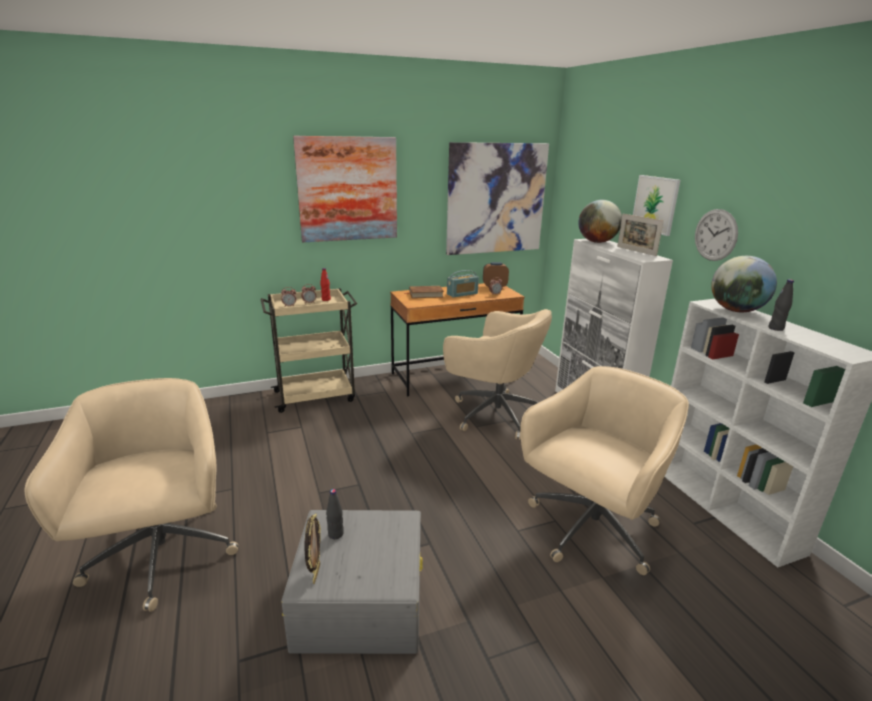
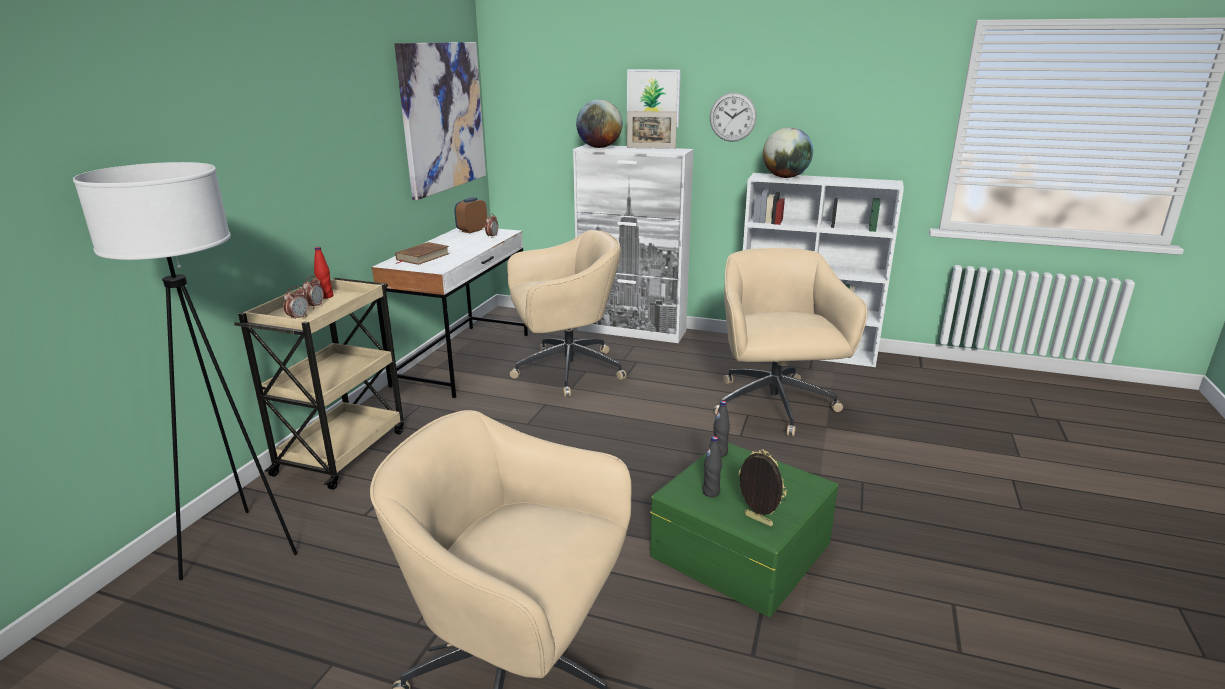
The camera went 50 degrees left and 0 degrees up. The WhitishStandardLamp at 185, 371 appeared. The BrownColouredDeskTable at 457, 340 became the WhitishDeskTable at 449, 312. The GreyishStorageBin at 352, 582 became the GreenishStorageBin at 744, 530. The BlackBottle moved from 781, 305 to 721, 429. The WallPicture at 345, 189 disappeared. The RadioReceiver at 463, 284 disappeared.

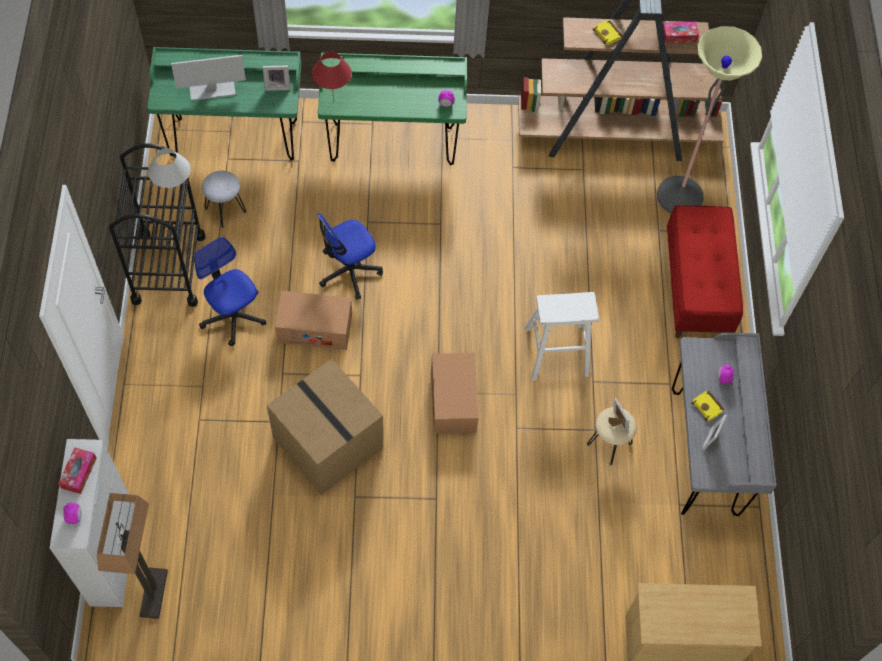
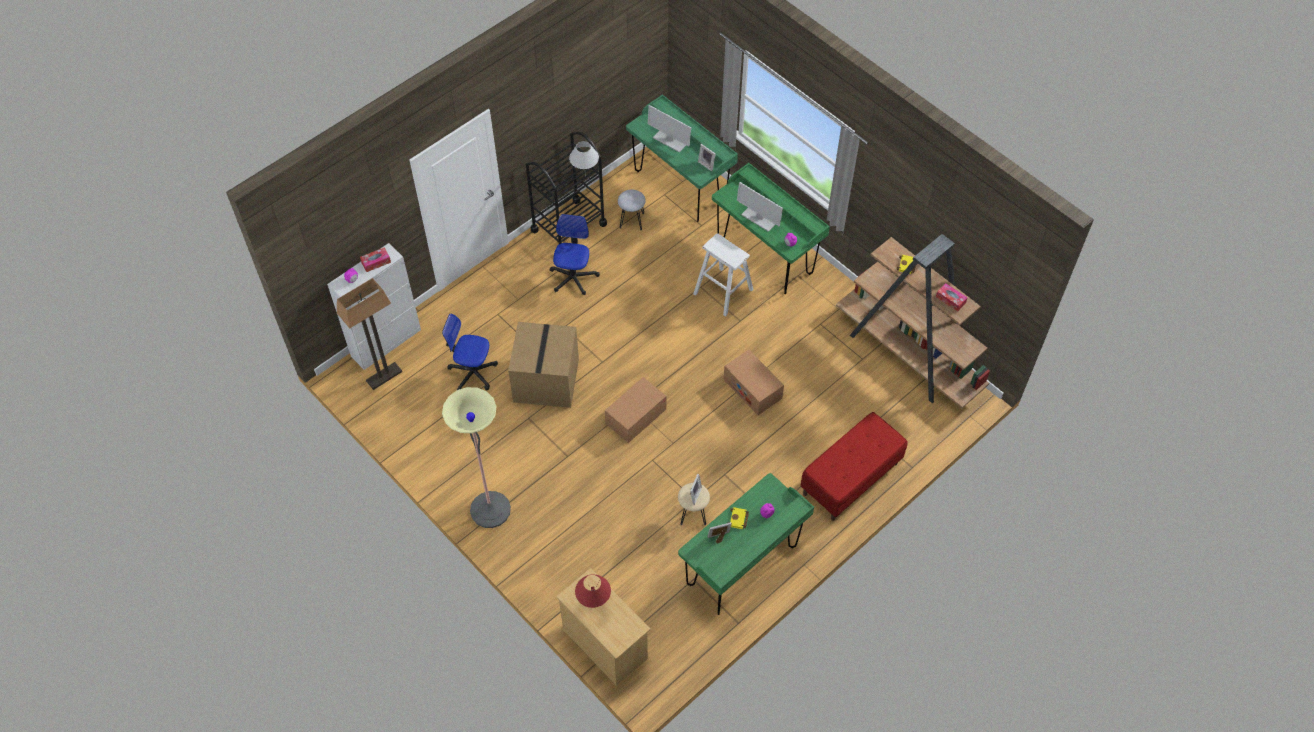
The camera went 50 degrees right and 5 degrees down. The OfficeChair moved from 350, 256 to 470, 352. The StandardLamp moved from 709, 119 to 476, 457. The RedColouredLampForATable moved from 332, 75 to 593, 591. The GreyishDeskTable at 724, 424 became the GreenishDeskTable at 746, 544. The WhitishStoolSeat moved from 562, 336 to 723, 275. The CardboardBox moved from 313, 320 to 753, 382. The Monitor at 760, 207 appeared.

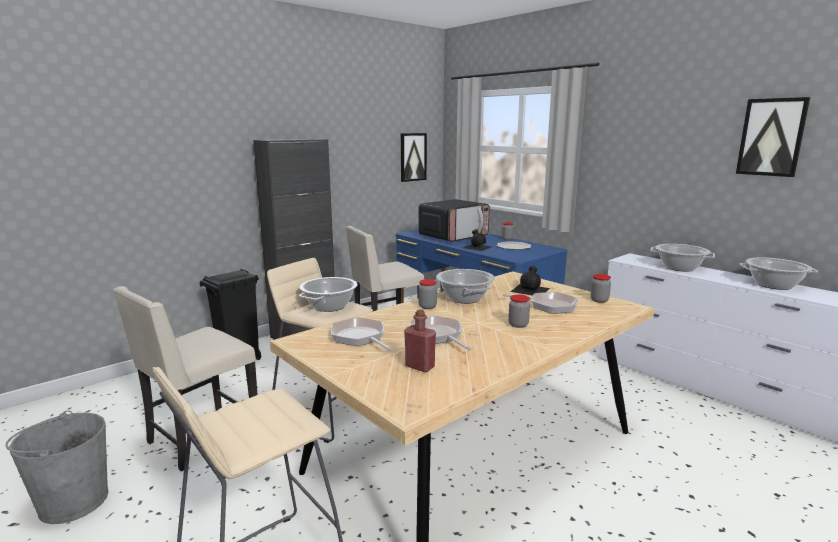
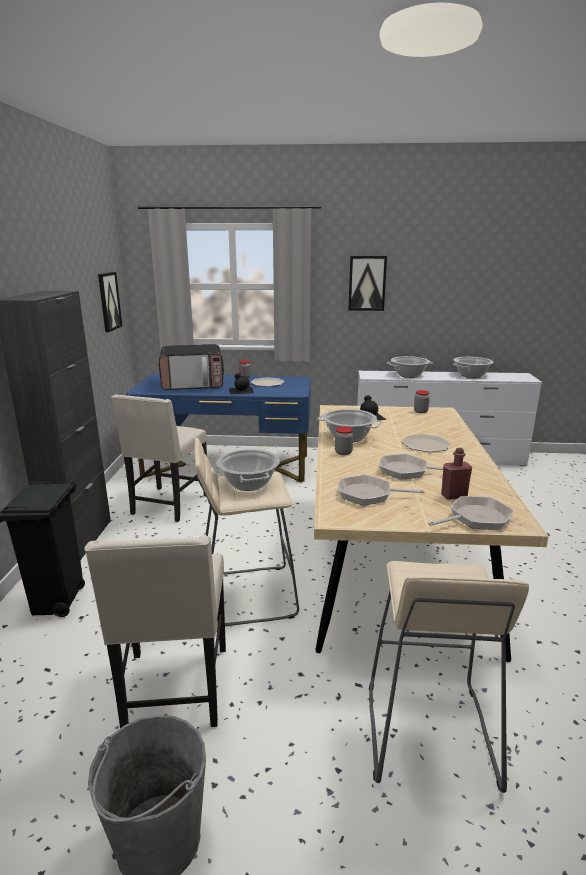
The camera went 45 degrees left and 5 degrees up. The KitchenMicrowave at 454, 220 turned 75 degrees clockwise. The WallPicture moved from 773, 137 to 367, 283. The Jar at 519, 311 was replaced by the FlatDish at 426, 443. The Pan moved from 540, 302 to 471, 513.

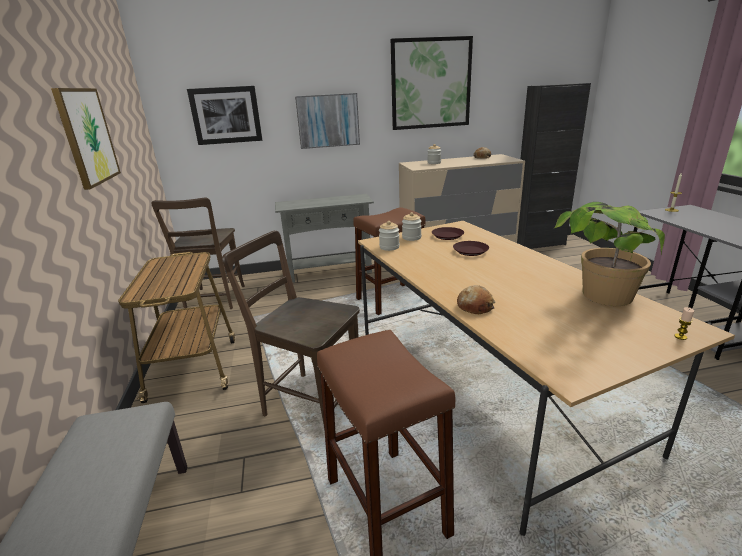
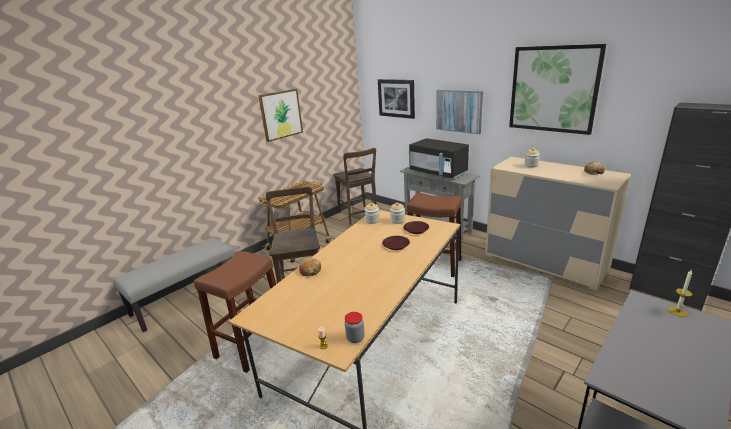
The camera went 55 degrees right and 0 degrees up. The BrownColouredUprightChair at 198, 253 turned 75 degrees counterclockwise. The Jar at 355, 327 appeared. The BlackKitchenMicrowave at 439, 158 appeared. The Houseplant at 609, 254 disappeared.

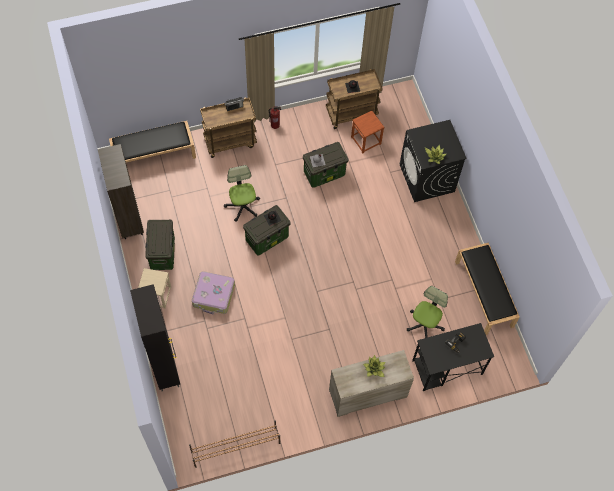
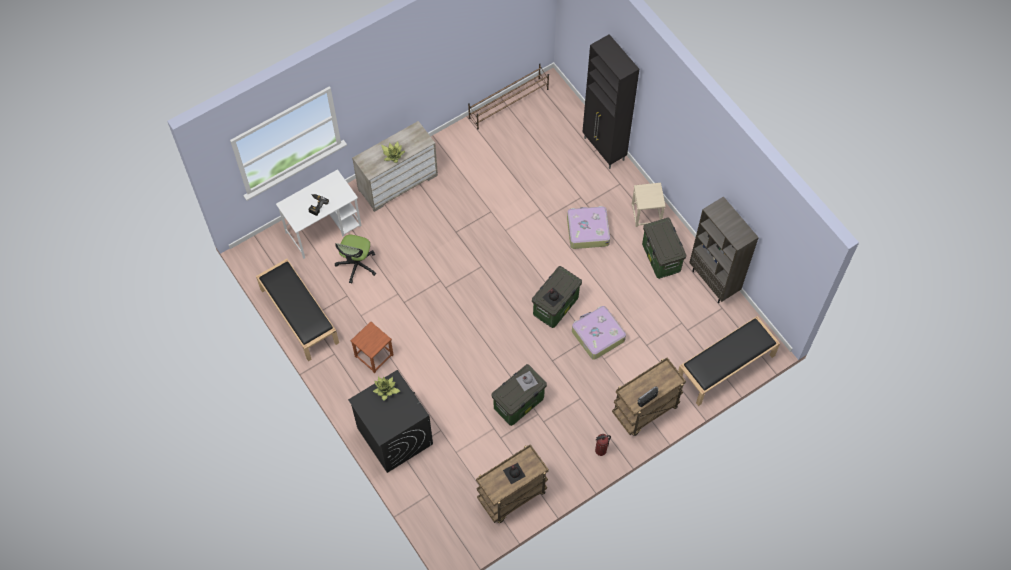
The camera went 165 degrees right and 0 degrees up. The BlackDeskTable at 453, 357 became the WhitishDeskTable at 319, 214. The BrownColouredStoolSeat moved from 368, 132 to 372, 347. The OfficeChair at 242, 193 was replaced by the TravelCase at 599, 333.

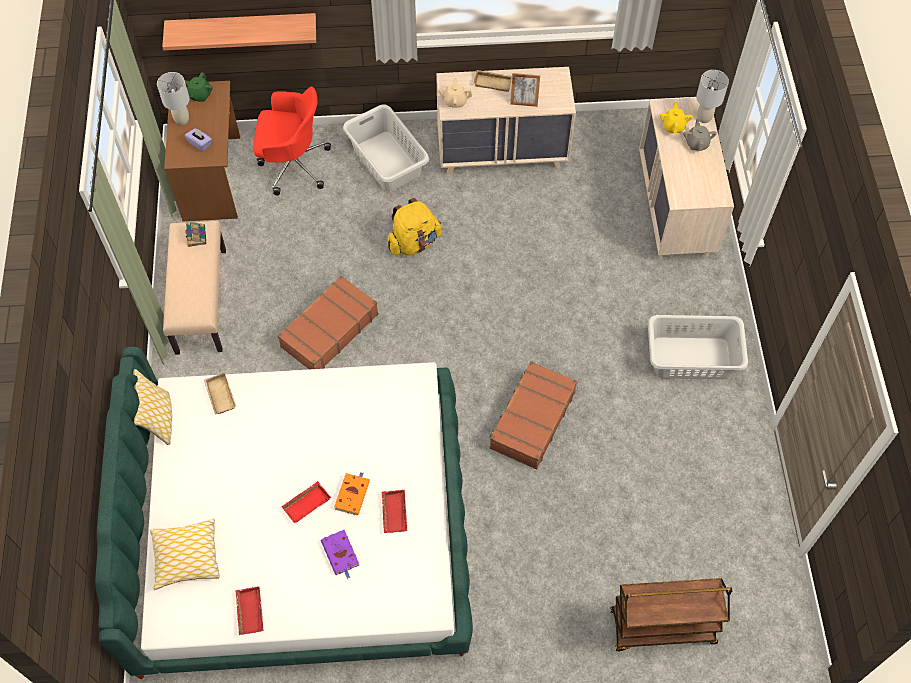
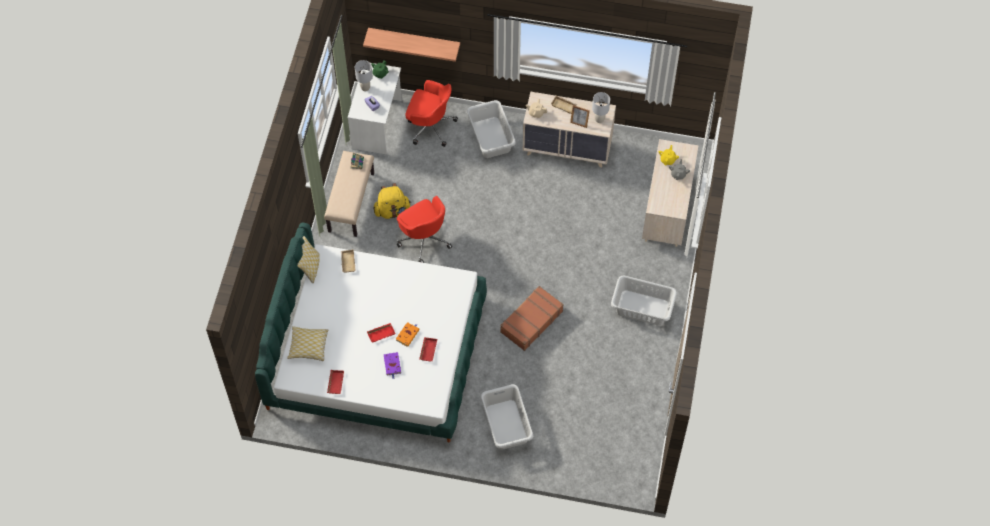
The camera went 15 degrees right and 0 degrees up. The BrownColouredDeskTable at 202, 151 became the WhitishDeskTable at 375, 108. The YellowishRucksack moved from 414, 227 to 392, 201. The BrownColouredTravelCase at 327, 322 was replaced by the RedColouredOfficeChair at 424, 229. The GreyishHamper at 507, 417 appeared. The GreyishLampForATable moved from 712, 96 to 601, 107. The BrownColouredWheeledCart at 671, 615 disappeared.

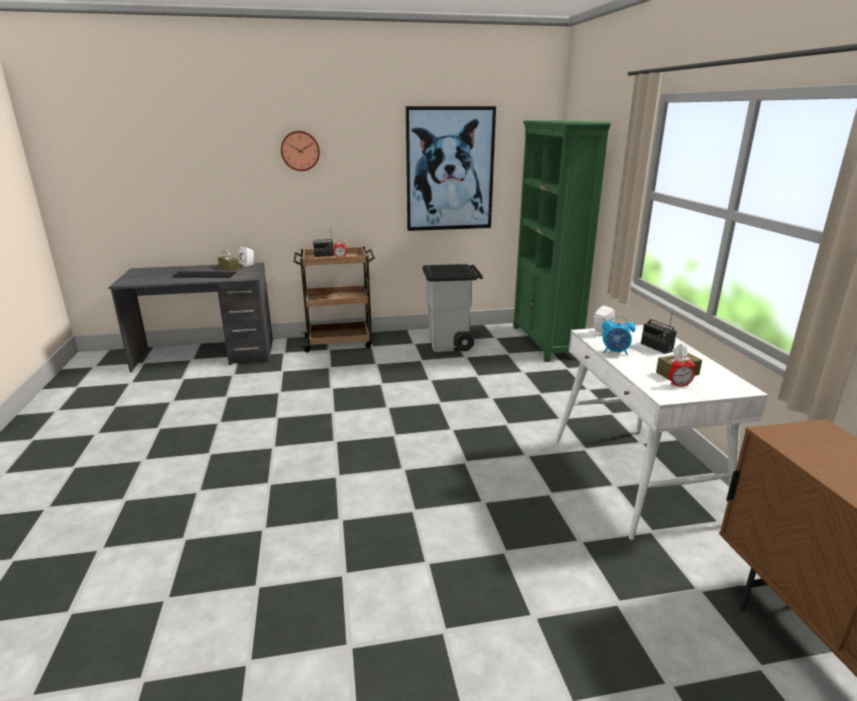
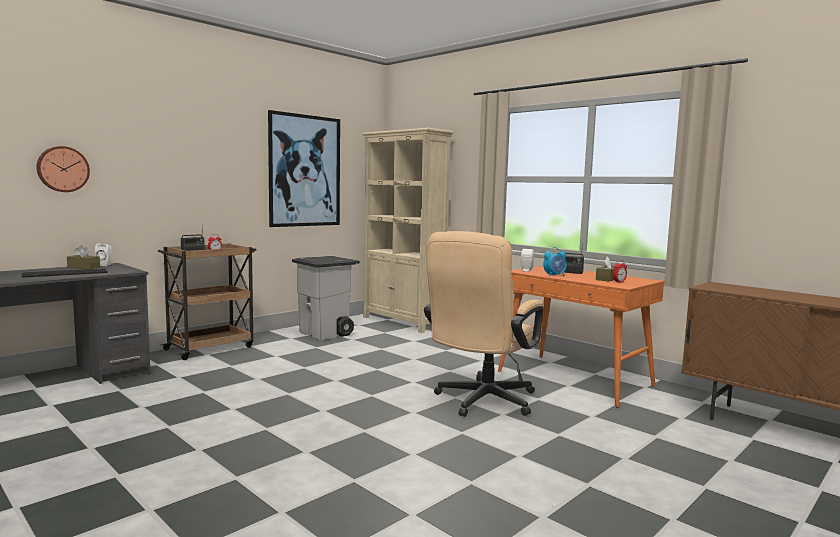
The camera went 35 degrees left and 15 degrees down. The ClockOnTheWall moved from 300, 151 to 63, 169. The GreenishShelvingUnit at 562, 241 became the BeigeColouredShelvingUnit at 407, 230. The BeigeColouredOfficeChair at 484, 324 appeared. The WhitishDeskTable at 662, 432 became the OrangeColouredDeskTable at 581, 337.

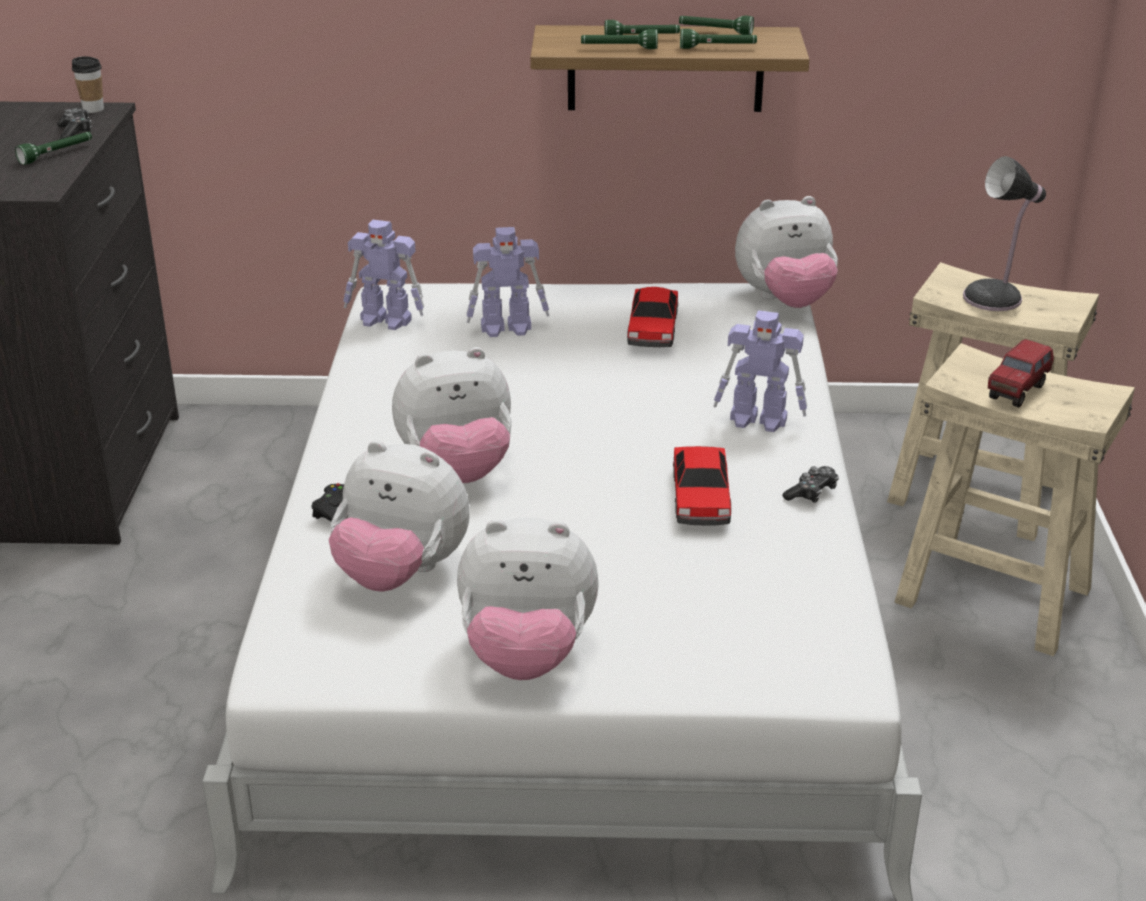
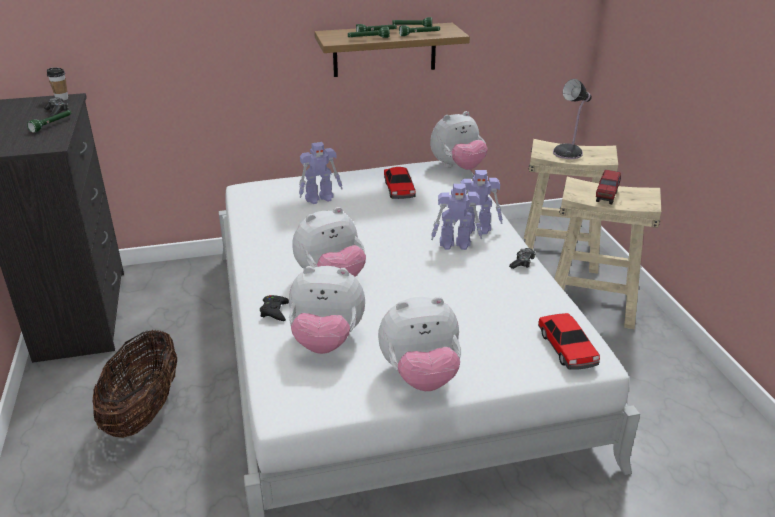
The camera went 15 degrees left and 0 degrees up. The StorageBasket at 134, 384 appeared. The ToyRobot moved from 383, 275 to 456, 217. The ModelCar moved from 702, 485 to 569, 341.

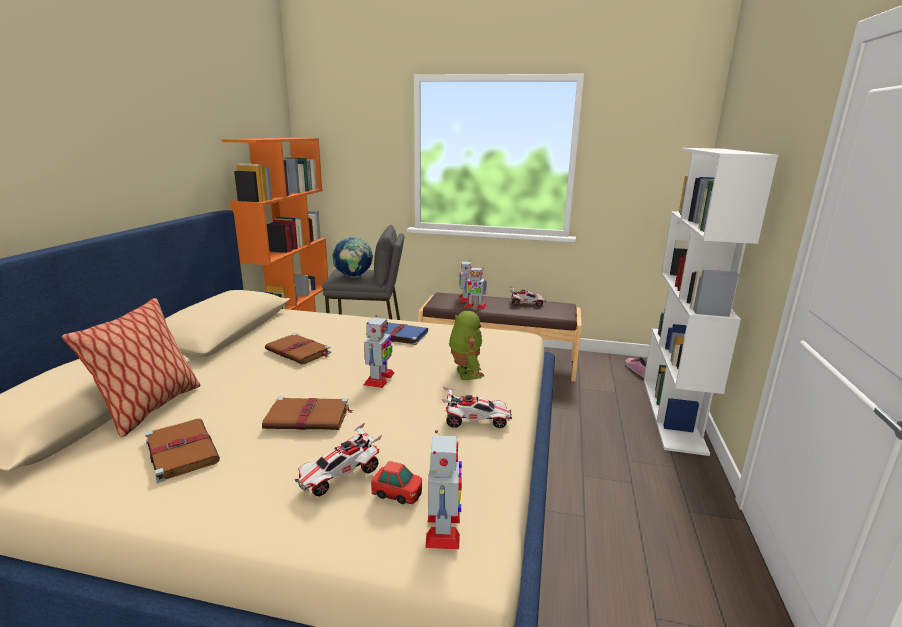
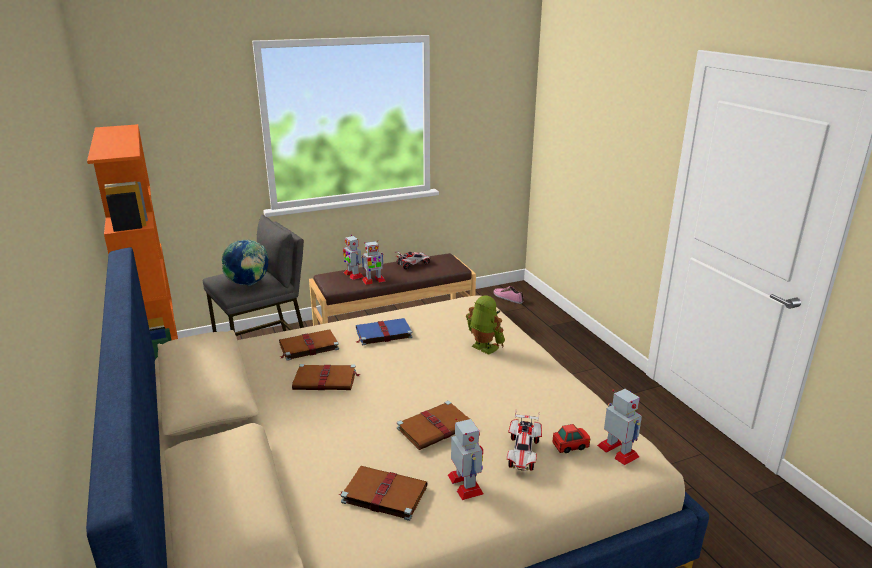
The camera went 35 degrees left and 5 degrees up. The BrownColouredBoundBook at 309, 345 appeared. The ToyRobot moved from 379, 351 to 465, 459. The ThrowPillow at 131, 367 disappeared. The ModelCar at 476, 407 disappeared. The WhitishShelvingUnit at 711, 302 disappeared.

